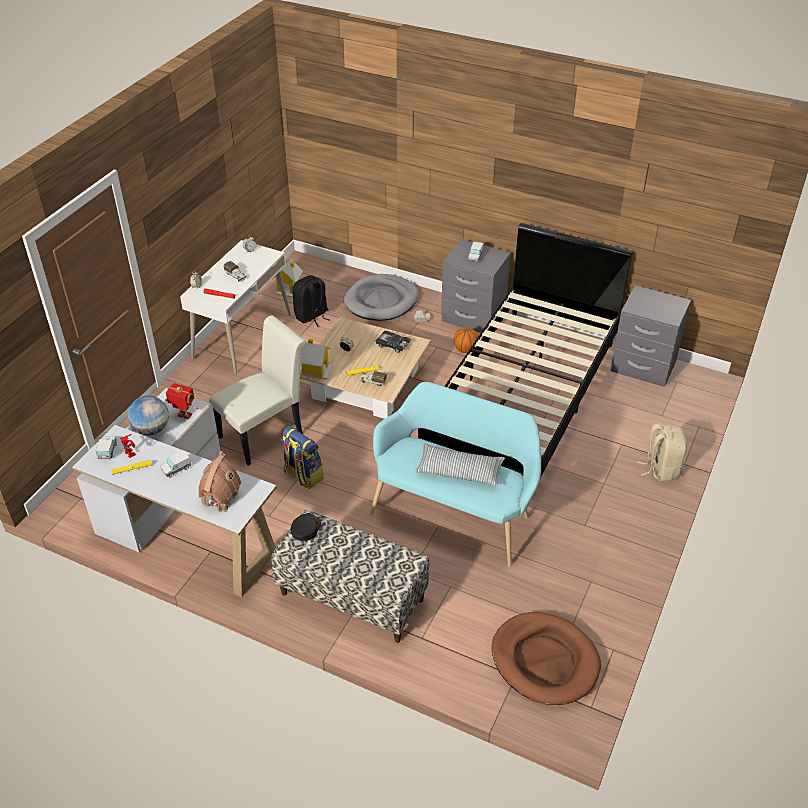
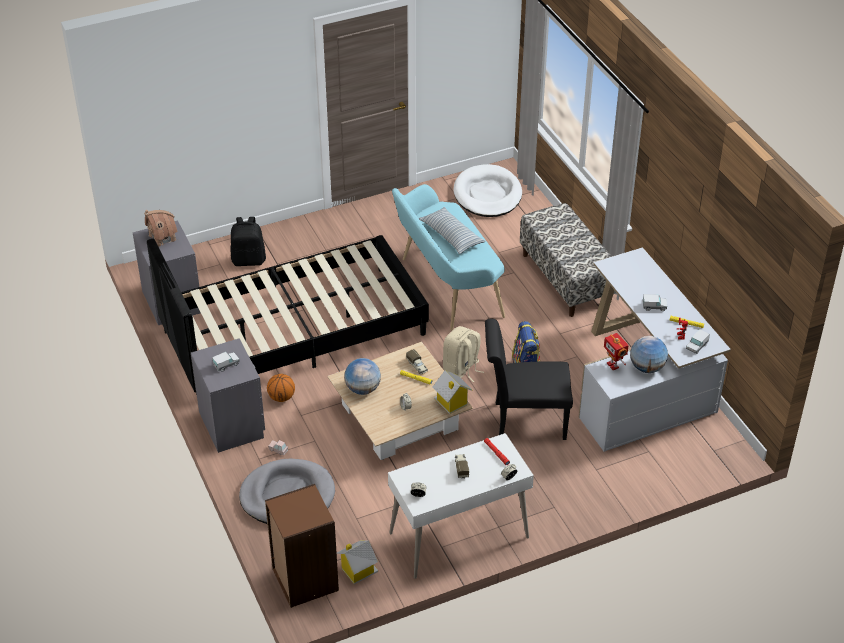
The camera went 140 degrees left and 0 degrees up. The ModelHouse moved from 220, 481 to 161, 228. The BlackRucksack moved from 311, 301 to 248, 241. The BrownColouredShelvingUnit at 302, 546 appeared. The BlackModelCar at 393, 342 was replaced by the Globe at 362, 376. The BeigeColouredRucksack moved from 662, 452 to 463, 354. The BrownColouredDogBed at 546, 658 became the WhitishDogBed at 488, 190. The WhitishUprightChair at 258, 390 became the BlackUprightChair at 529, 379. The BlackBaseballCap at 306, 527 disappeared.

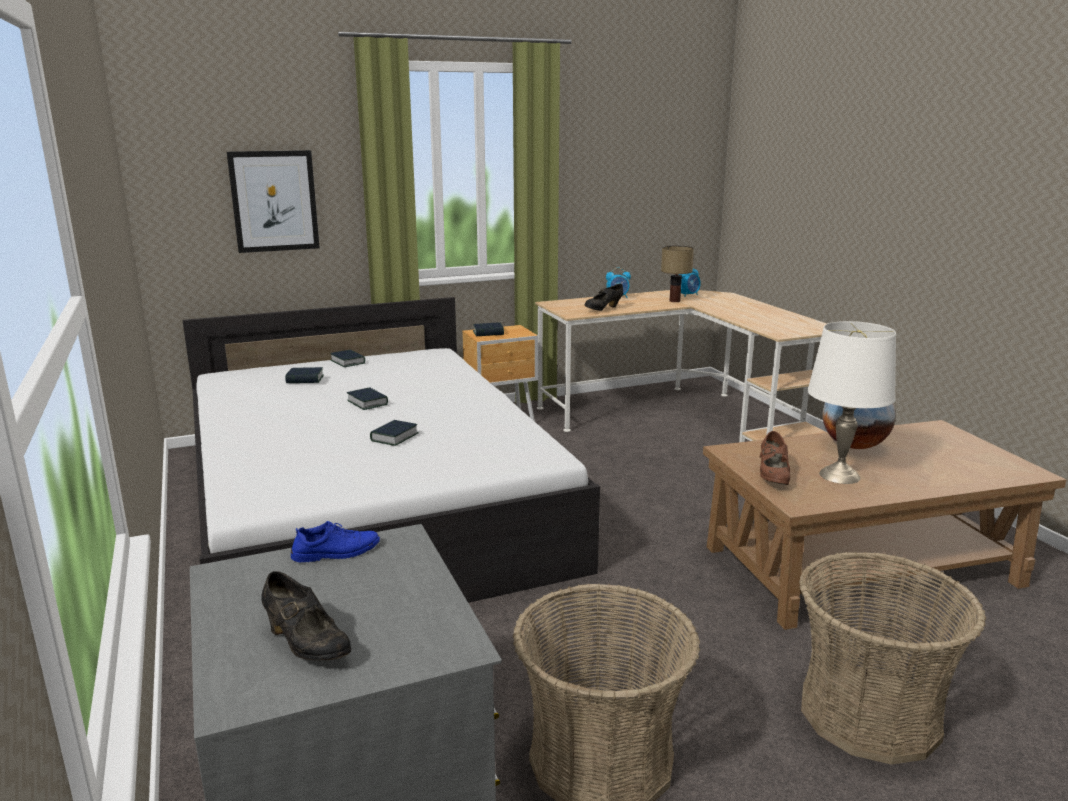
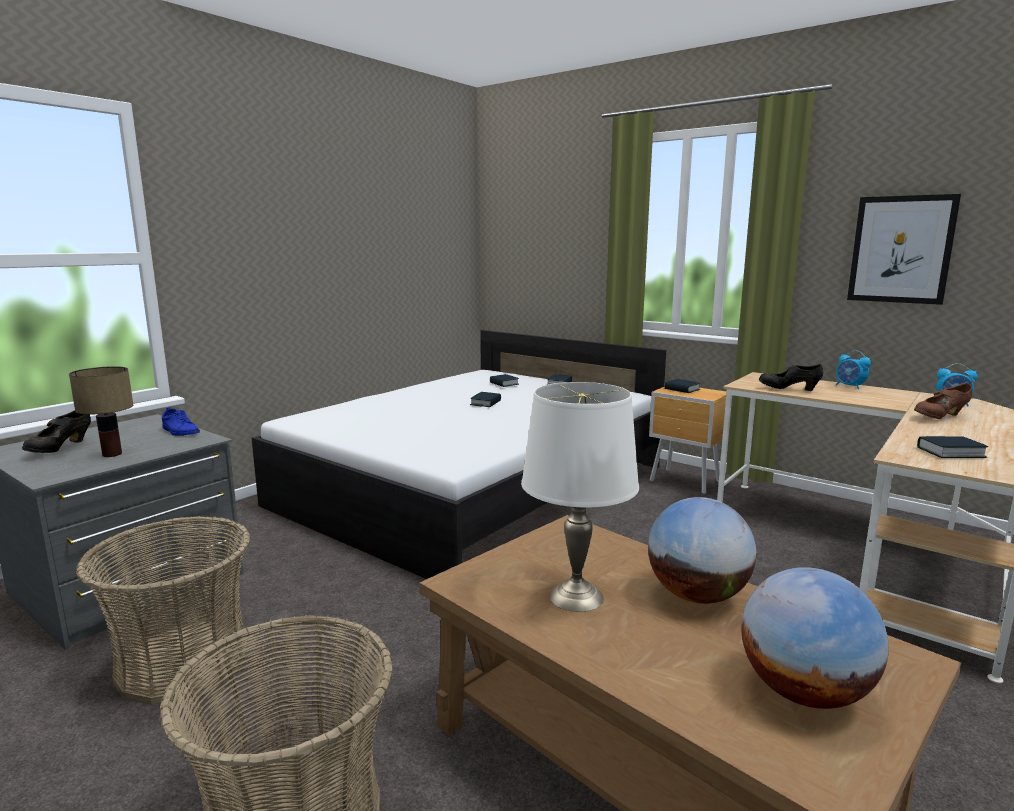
The camera went 60 degrees right and 5 degrees down. The LampForATable moved from 677, 274 to 101, 411. The Globe at 815, 638 appeared. The WallPicture moved from 273, 201 to 904, 249. The BrownColouredItemOfFootwear moved from 775, 458 to 943, 401. The BoundBook moved from 394, 433 to 952, 447.

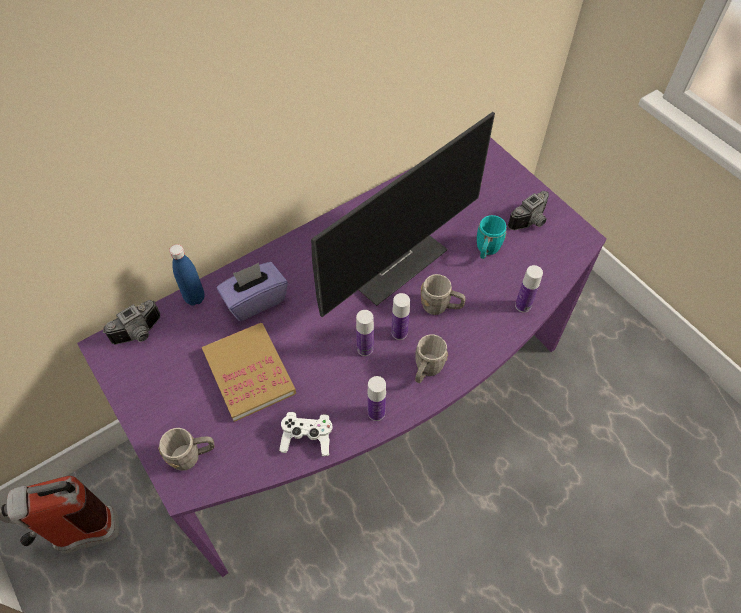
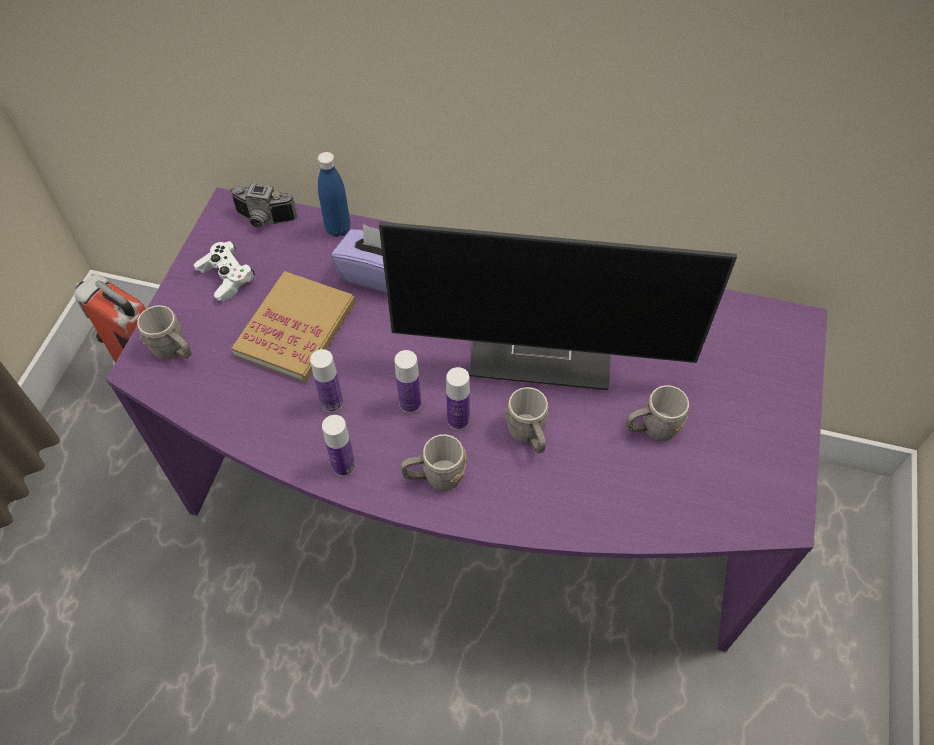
The camera went 50 degrees right and 0 degrees up. The WhitishGameController moved from 305, 434 to 224, 271. The Bottle moved from 529, 289 to 326, 380. The BlueGreenMug at 492, 237 became the GreyishMug at 658, 413. The StillCamera at 528, 210 disappeared.

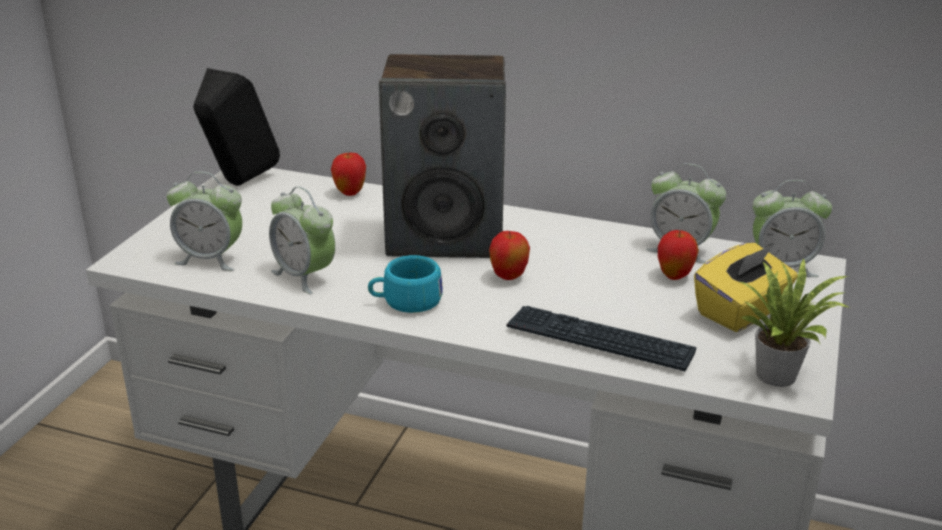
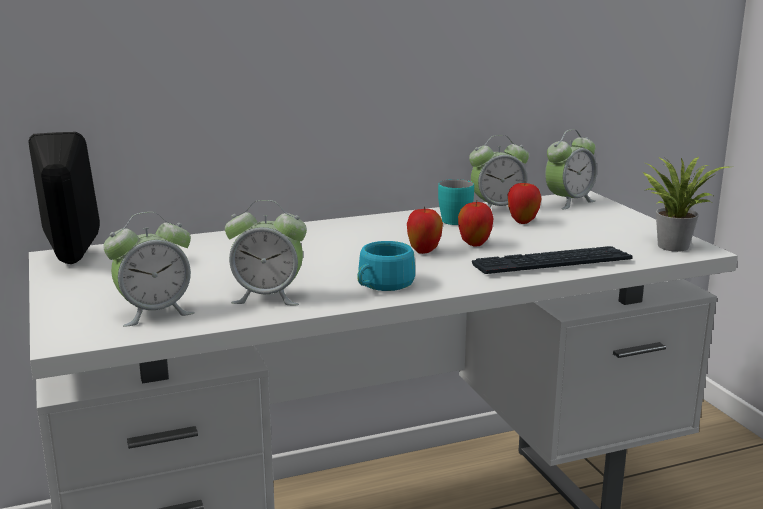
The camera went 40 degrees left and 10 degrees down. The BlueGreenMug at 456, 202 appeared. The WholeApple moved from 348, 174 to 476, 224. The Speaker at 442, 156 disappeared. The YellowishBoxOfTissues at 746, 287 disappeared.

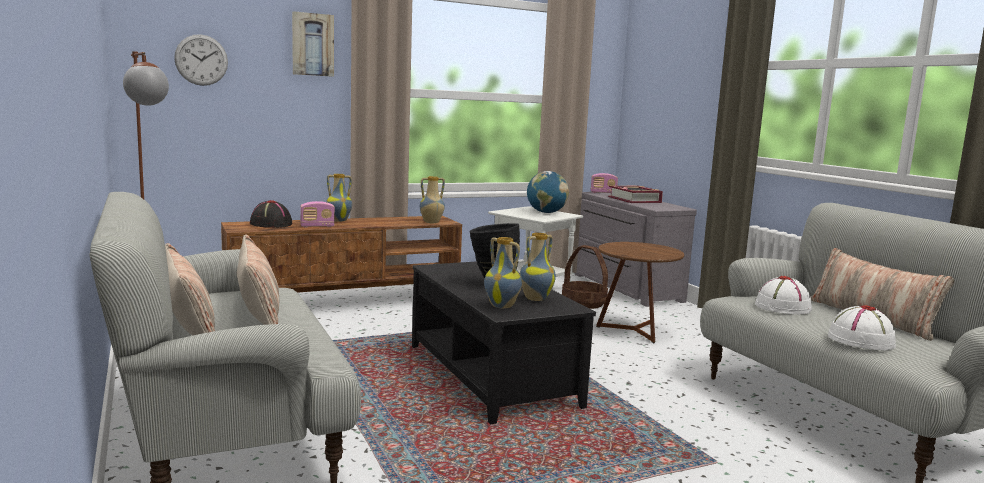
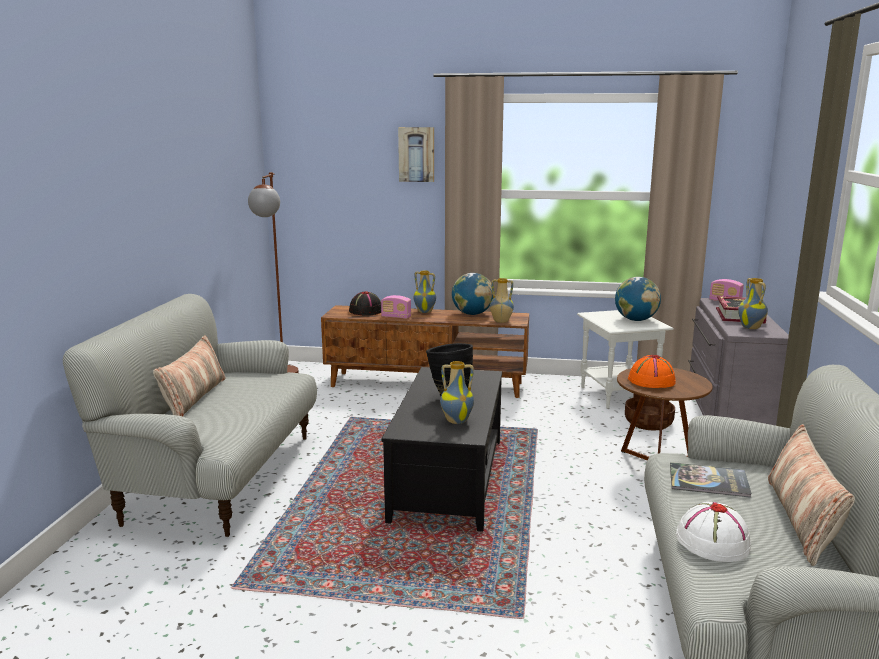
The camera went 35 degrees right and 5 degrees up. The Globe at 472, 294 appeared. The OrangeColouredWearableHat at 651, 371 appeared. The WhitishWearableHat at 783, 295 was replaced by the BoundBook at 711, 480. The FlowerVase moved from 503, 272 to 753, 303. The ClockOnTheWall at 201, 60 disappeared. The ThrowPillow at 258, 279 disappeared.

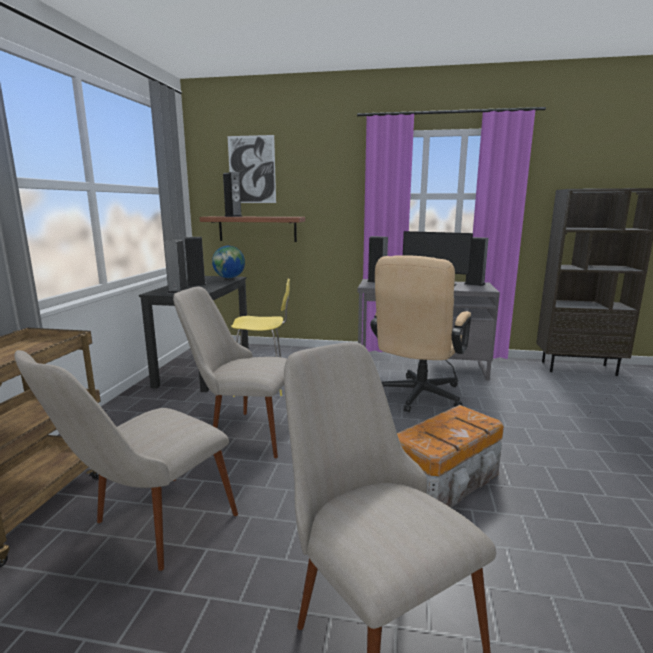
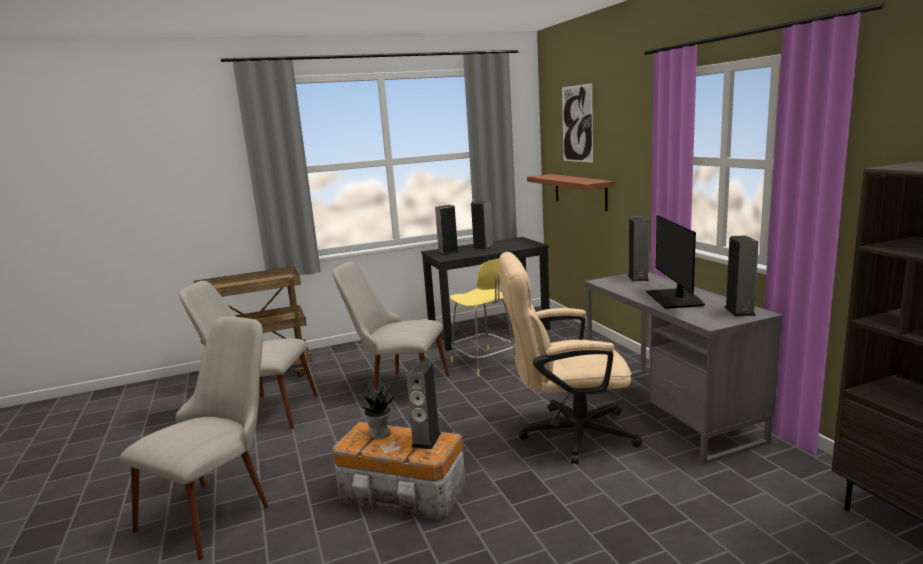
The camera went 60 degrees right and 0 degrees up. The BeigeColouredUprightChair at 230, 372 turned 60 degrees counterclockwise. The Houseplant at 377, 409 appeared. The Speaker moved from 233, 194 to 423, 404. The Globe at 228, 262 disappeared.

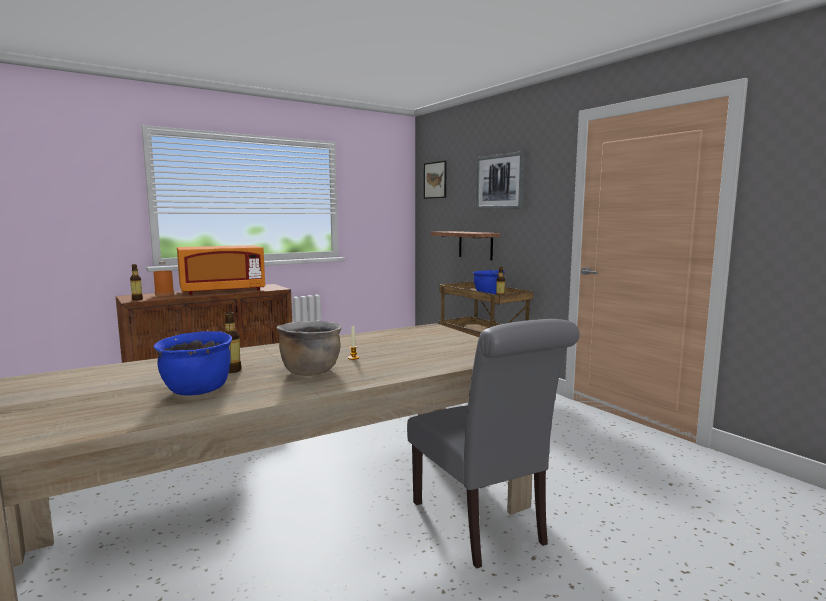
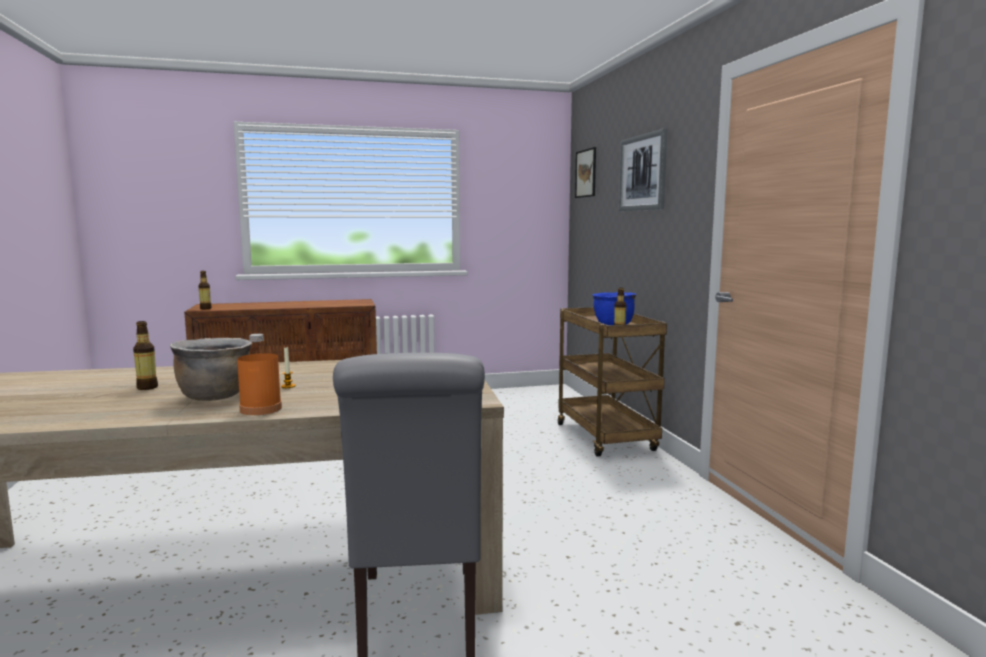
The camera went 20 degrees right and 0 degrees up. The OrangeColouredBottle moved from 163, 278 to 259, 374. The BlueColouredStockpot at 192, 363 disappeared. The OrangeColouredKitchenMicrowave at 221, 270 disappeared. The WallShelf at 465, 245 disappeared.

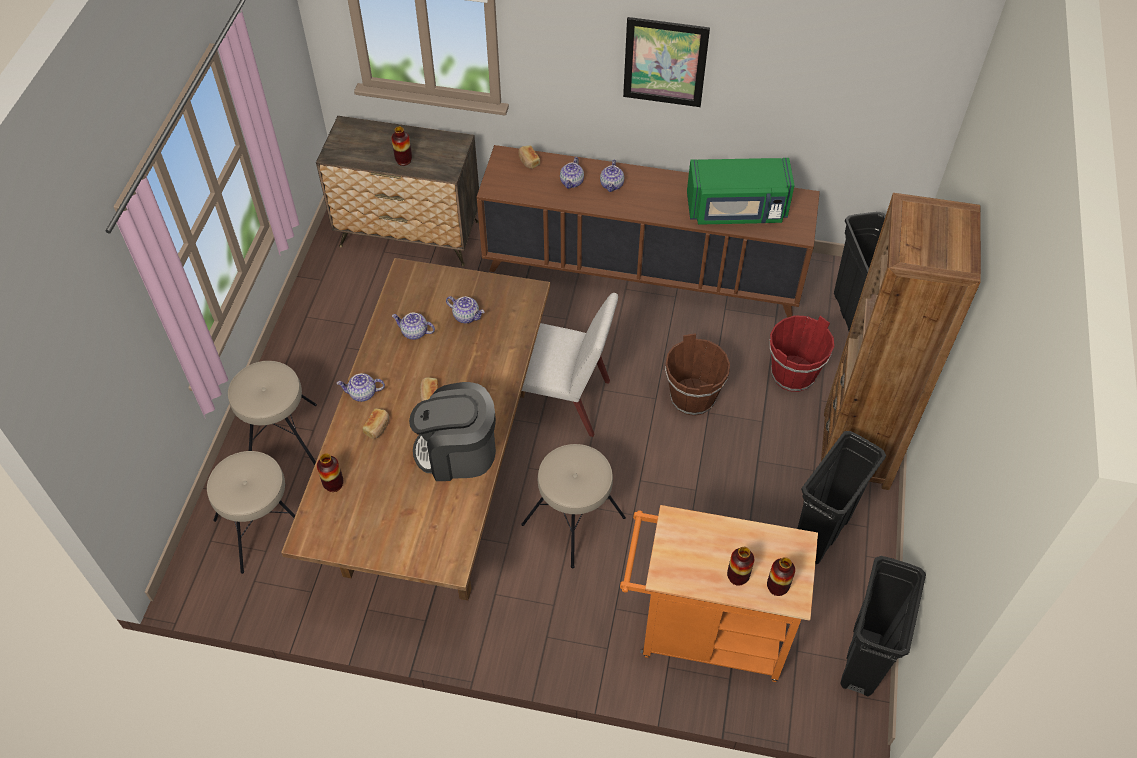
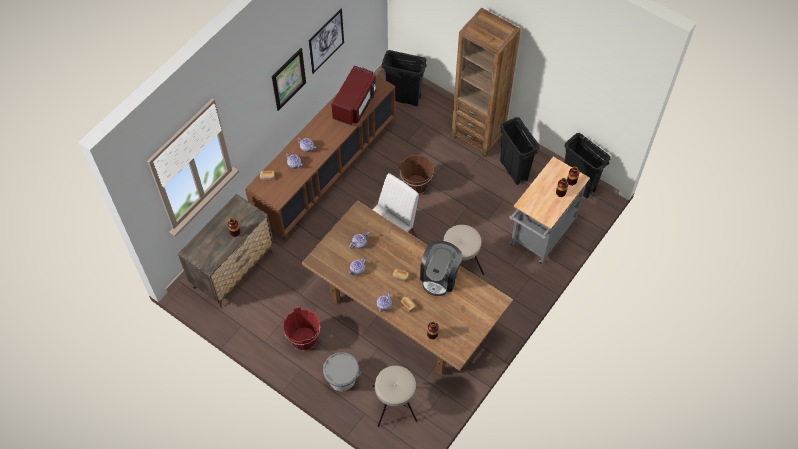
The camera went 65 degrees left and 5 degrees up. The RedColouredPail moved from 802, 353 to 301, 329. The WallPicture at 326, 41 appeared. The BeigeColouredStoolSeat at 272, 413 was replaced by the GreyishPail at 342, 371. The GreenishKitchenMicrowave at 741, 191 became the RedColouredKitchenMicrowave at 353, 96. The OrangeColouredWheeledCart at 719, 593 became the GreyishWheeledCart at 549, 210.

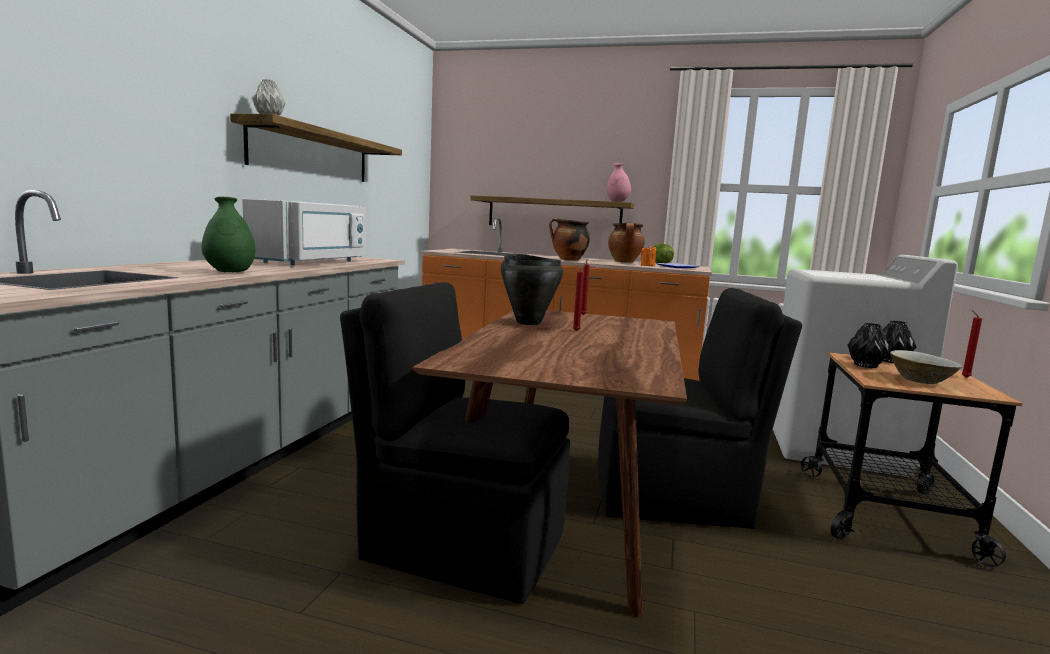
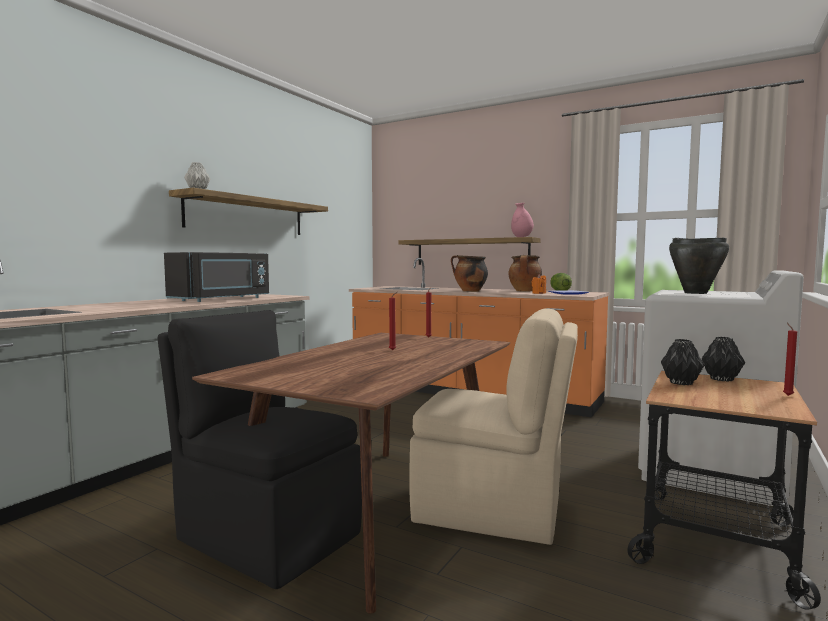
The camera went 15 degrees right and 5 degrees down. The WhitishKitchenMicrowave at 304, 232 became the BlackKitchenMicrowave at 216, 277. The BlackUprightChair at 700, 408 became the BeigeColouredUprightChair at 493, 426. The BlackStockpot moved from 532, 289 to 699, 266. The GreenishFlowerVase at 228, 234 disappeared. The BeigeColouredDeepDish at 926, 367 disappeared.

